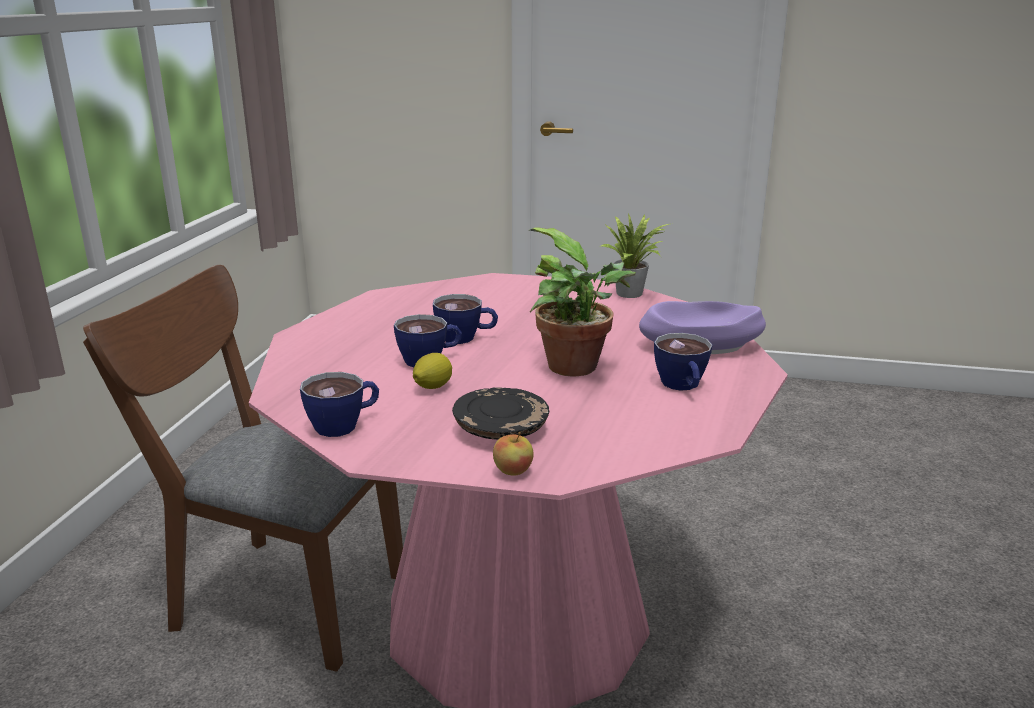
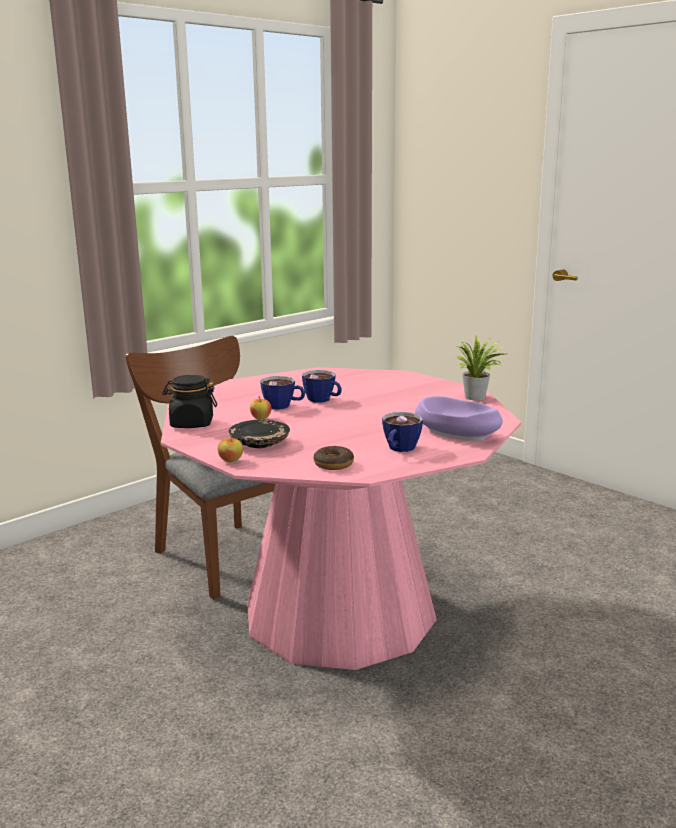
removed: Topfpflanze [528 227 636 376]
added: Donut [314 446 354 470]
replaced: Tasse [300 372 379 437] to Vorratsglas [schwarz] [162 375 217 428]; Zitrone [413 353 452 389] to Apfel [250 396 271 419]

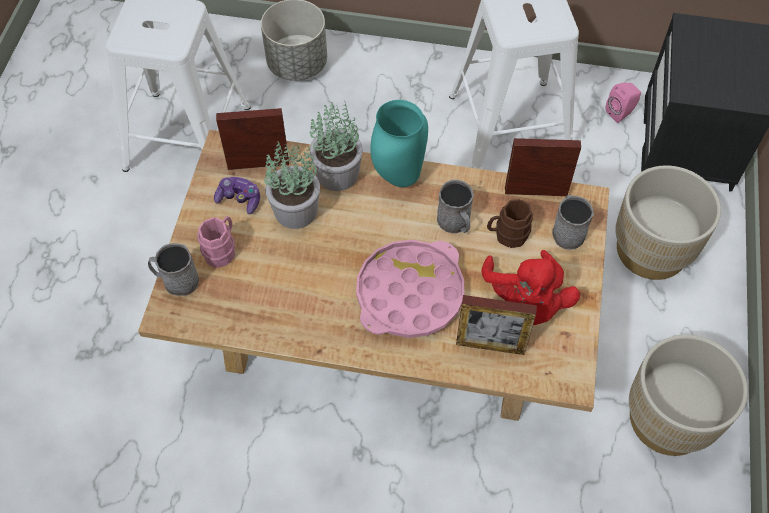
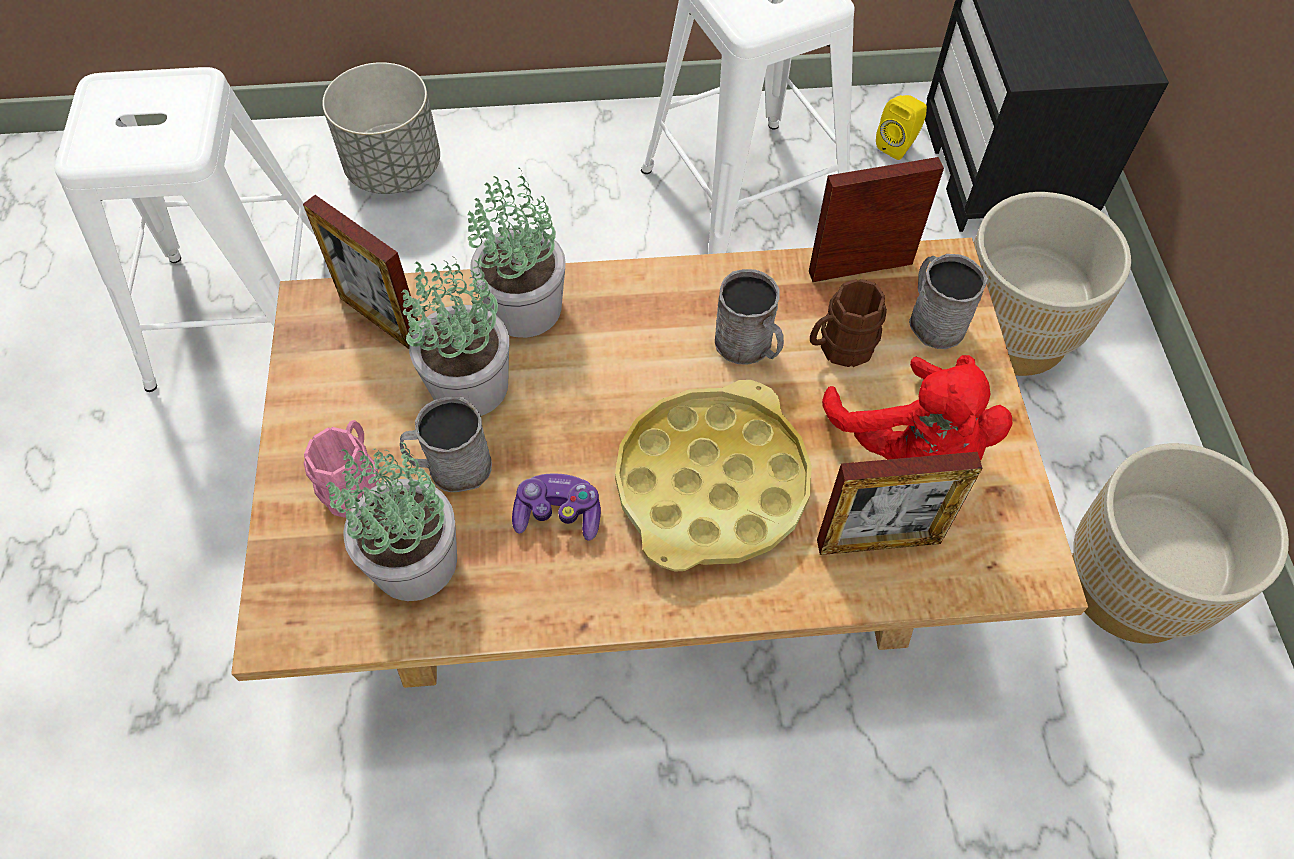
removed: Vase [türkis] [370 100 428 187]
added: Topfpflanze [326 442 457 601]
moved: Henkelbecher [grau] [148 243 199 296] to [400 397 492 492]; Gamepad [214 177 260 214] to [512 473 601 541]
recoloured: Tablett [rosa] [356 240 464 338] to Tablett [gelb] [615 380 812 571]; Lautsprecher [rosa] [606 82 641 123] to Lautsprecher [gelb] [876 95 927 160]
turned: Bilderrahmen [216 108 289 170] = [303 195 418 349] 120 degrees counterclockwise

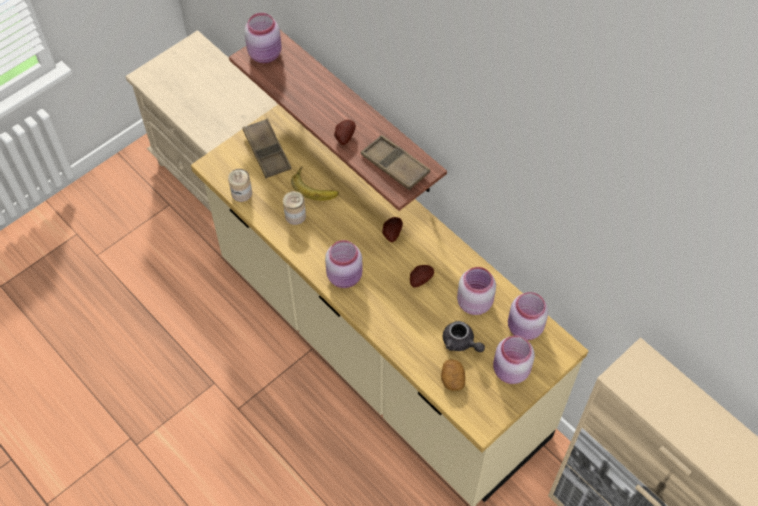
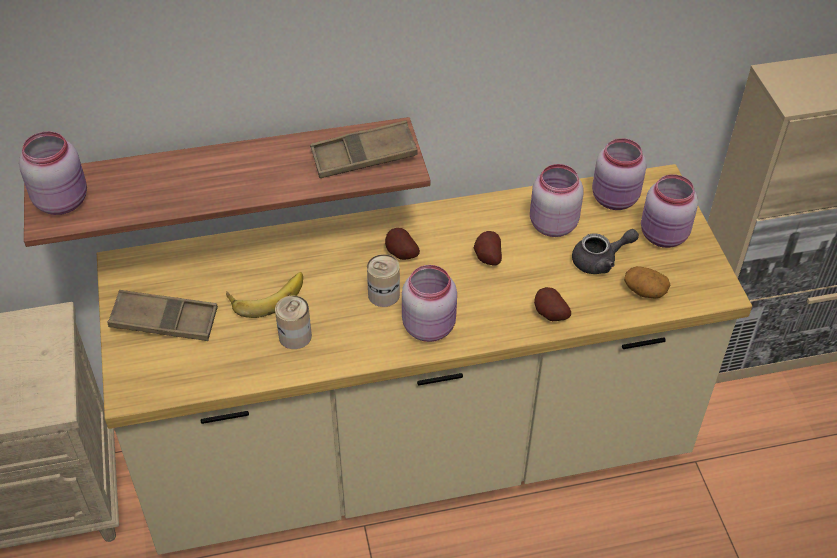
moved: Dose [228 169 252 202] to [367 254 400 307]; Kartoffel [334 120 356 145] to [534 287 571 321]

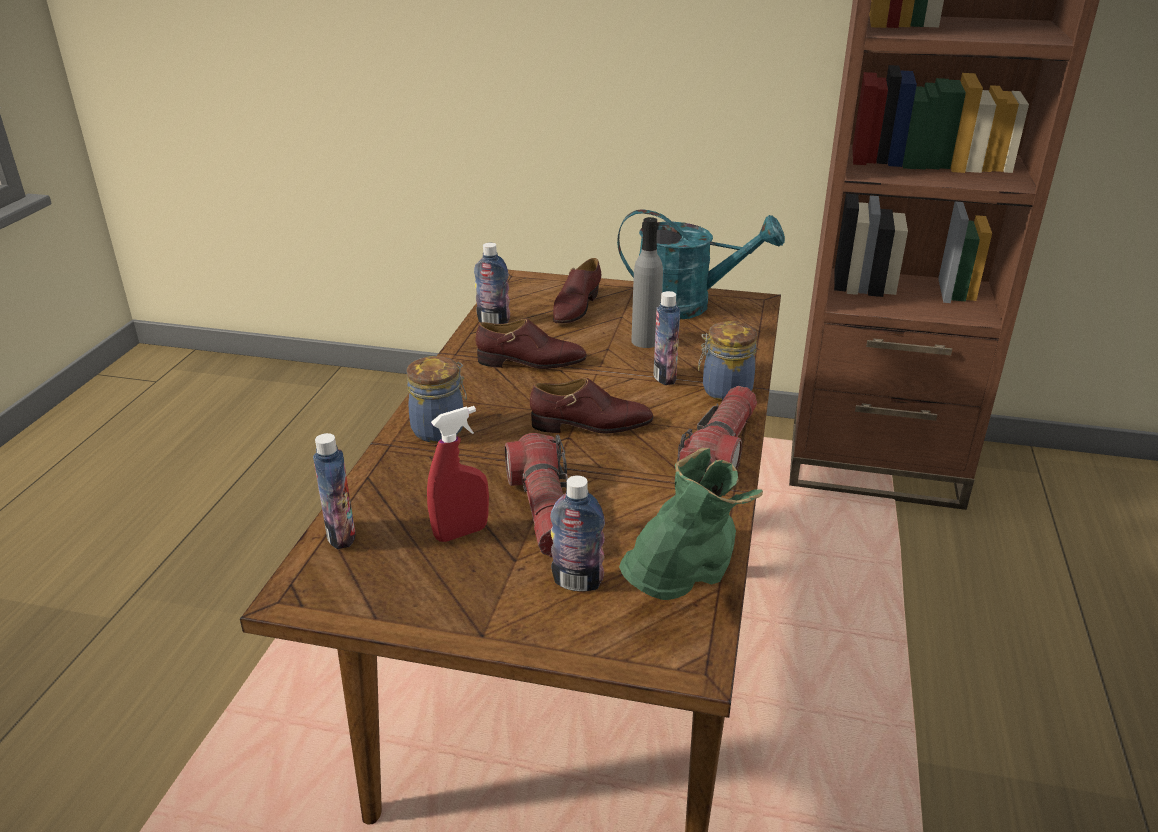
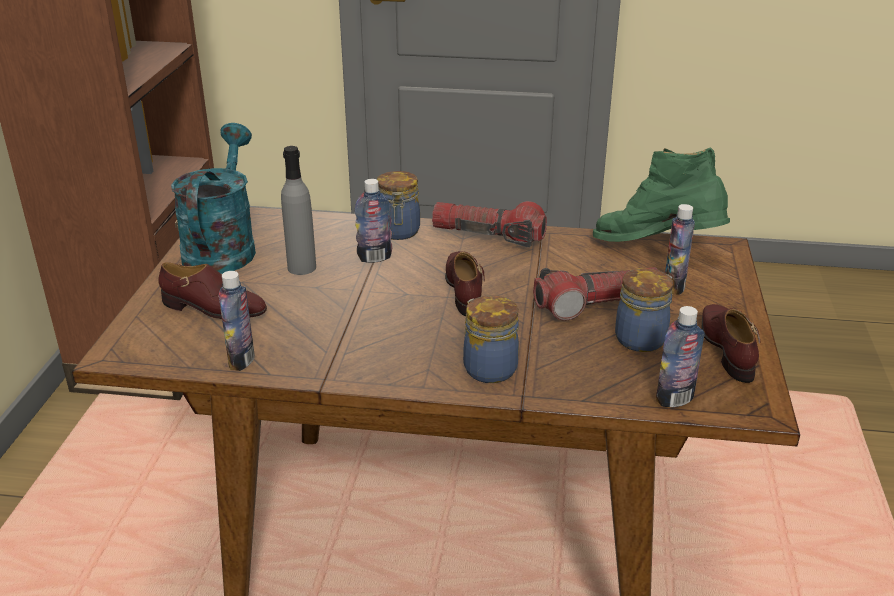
moved: Schuh [braun] [476 319 587 369] to [702 304 760 383]
replaced: Sprühflasche [rot] [427 406 489 542] to Vorratsglas [615 268 673 352]

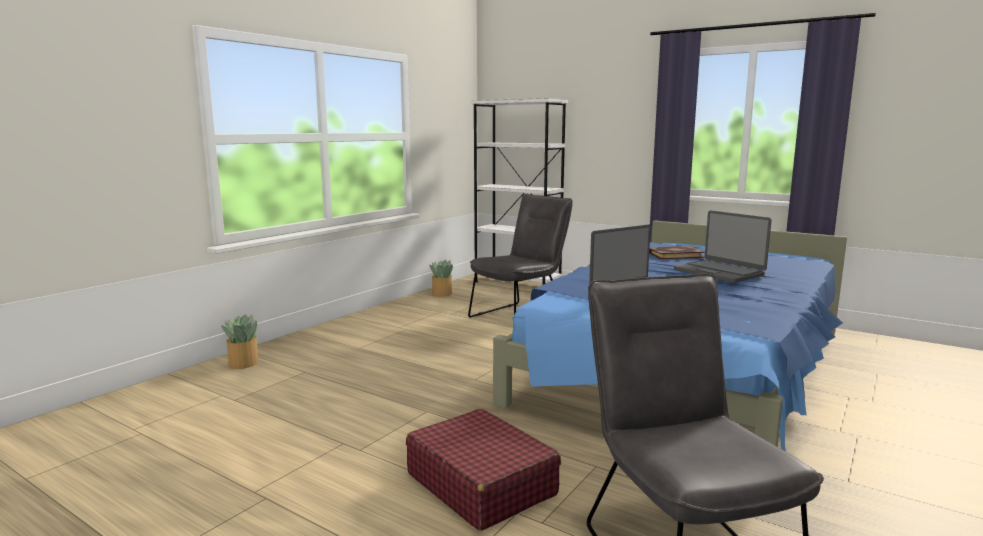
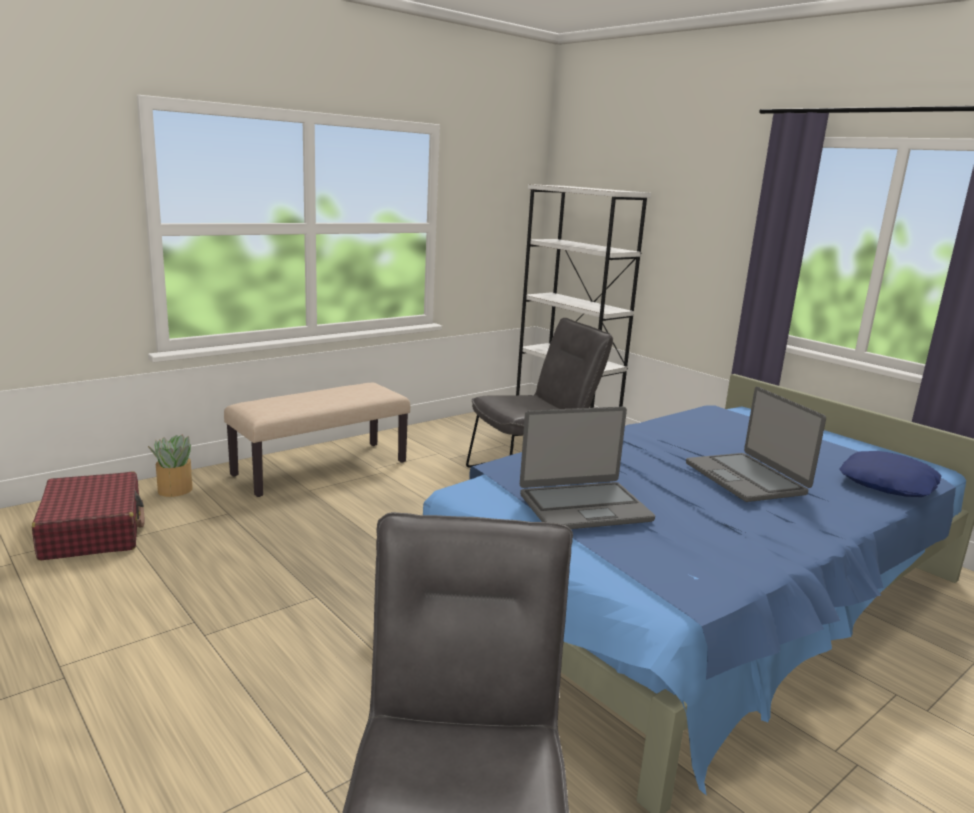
removed: Topfpflanze [429 260 453 297]; Buch [649 246 705 259]
added: Bank [beige] [224 383 410 497]; Kissen [blau] [839 451 942 497]
moved: Koffer [rot] [406 409 561 531] to [32 472 145 560]

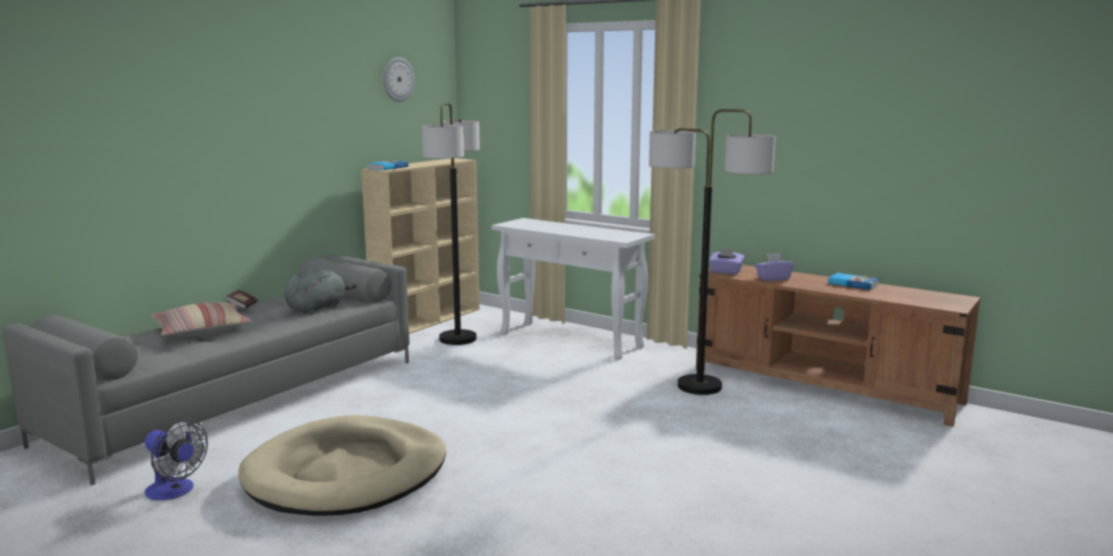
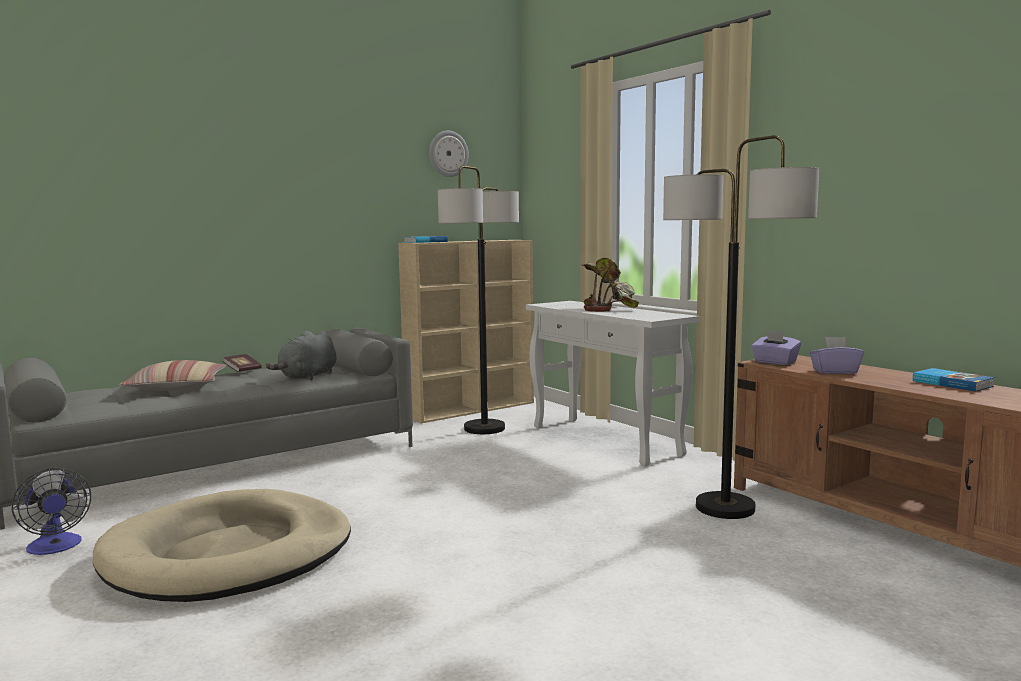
added: Topfpflanze [581 258 639 312]
turned: Plüschtier [grau] [285 268 357 315] = [266 331 336 380] 150 degrees clockwise

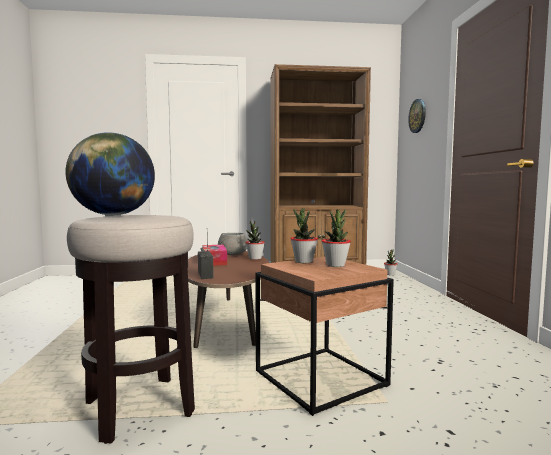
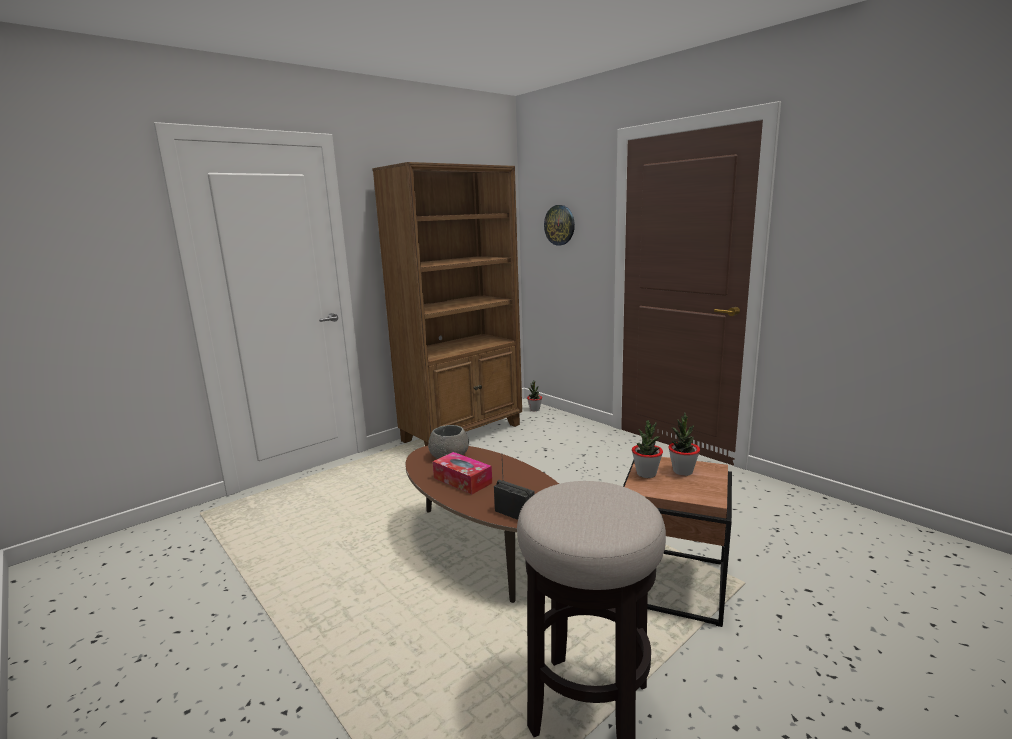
removed: Globus [66 132 155 215]; Topfpflanze [245 221 265 260]

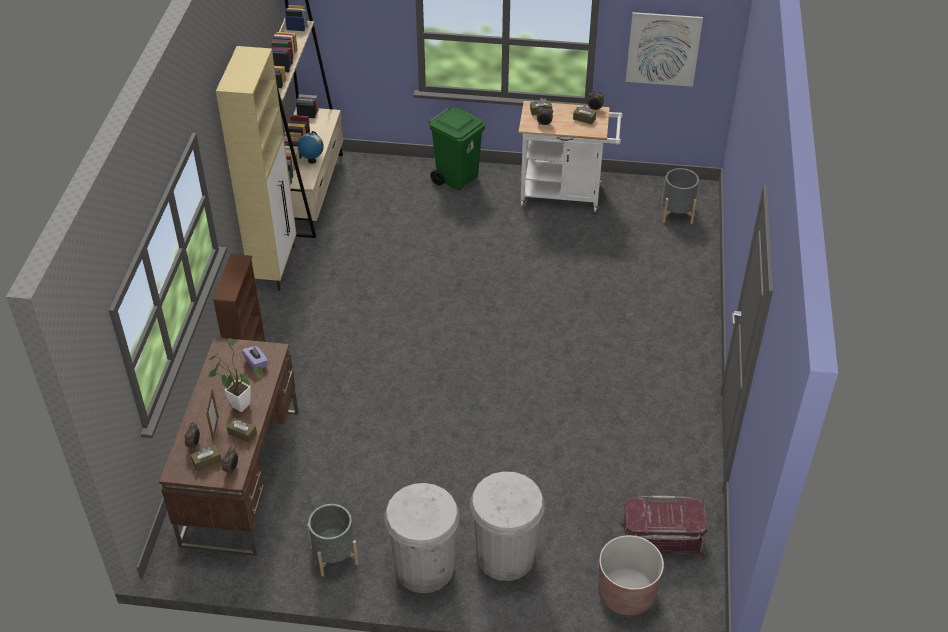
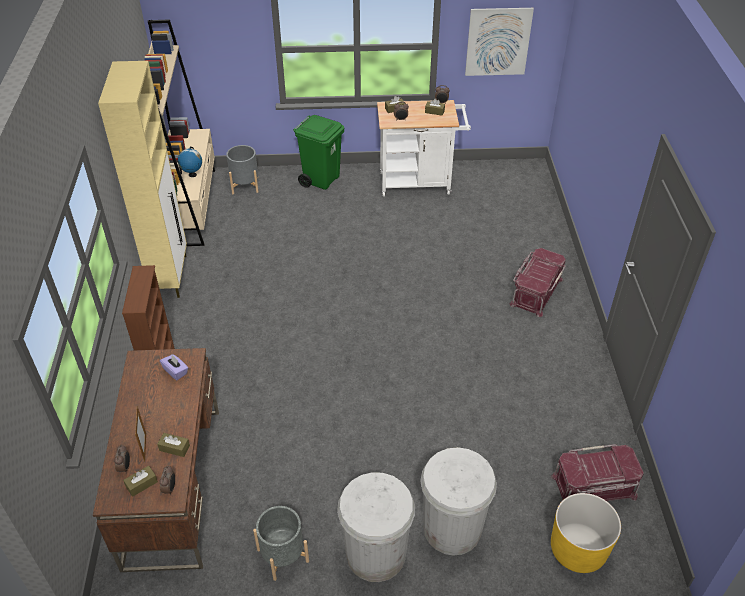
removed: Topfpflanze [208 338 263 412]
added: Aufbewahrungsbox [rot] [510 248 566 317]
moved: Pflanzkübel [grau] [662 168 699 224] to [226 145 259 194]
recoloured: Pflanzkübel [braun] [598 535 664 616] to Pflanzkübel [gelb] [551 493 621 573]

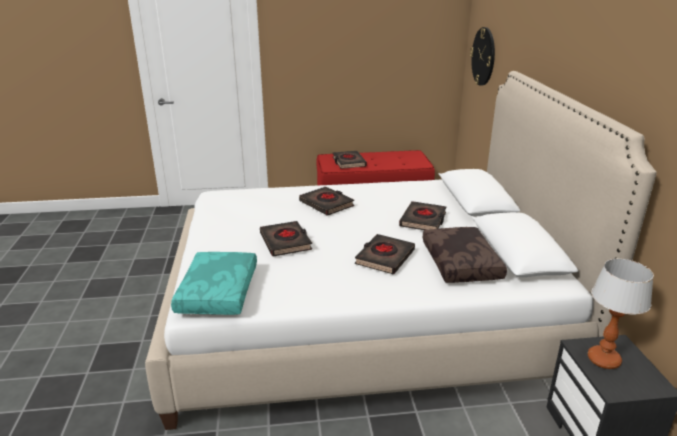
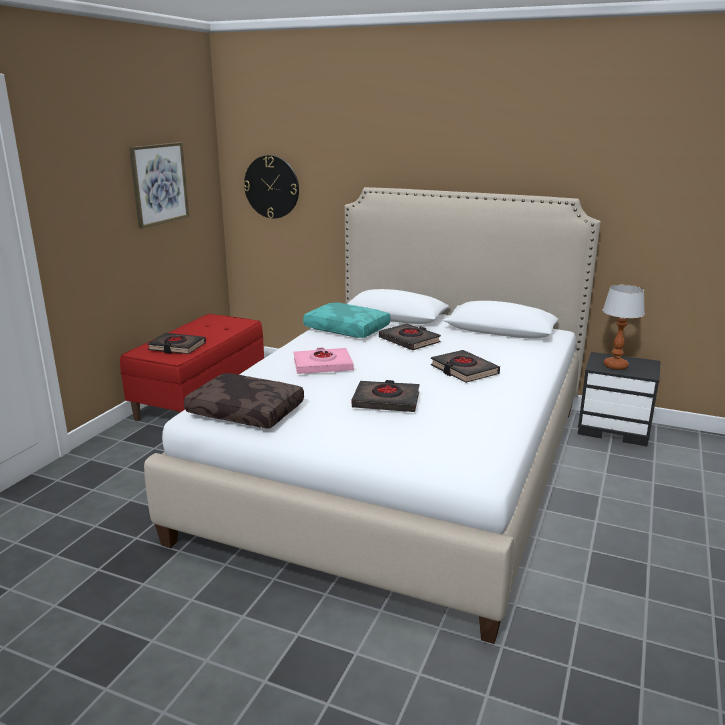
added: Bild [129 142 189 229]
moved: Kissen [türkis] [171 252 257 315] to [303 302 391 338]; Kissen [braun] [423 227 507 283] to [184 373 304 429]
recoloured: Buch [schwarz] [299 187 354 216] to Buch [rosa] [293 348 353 374]

